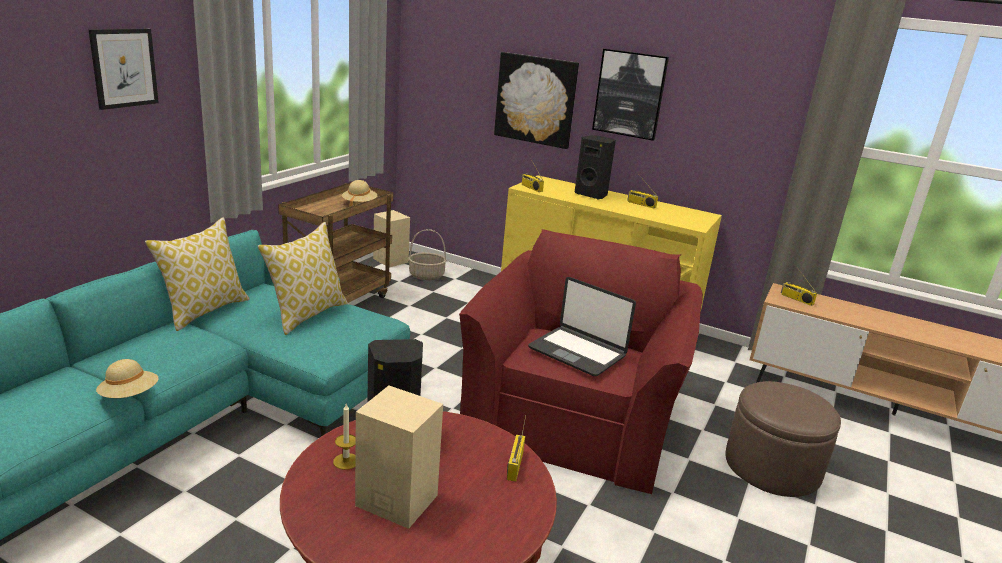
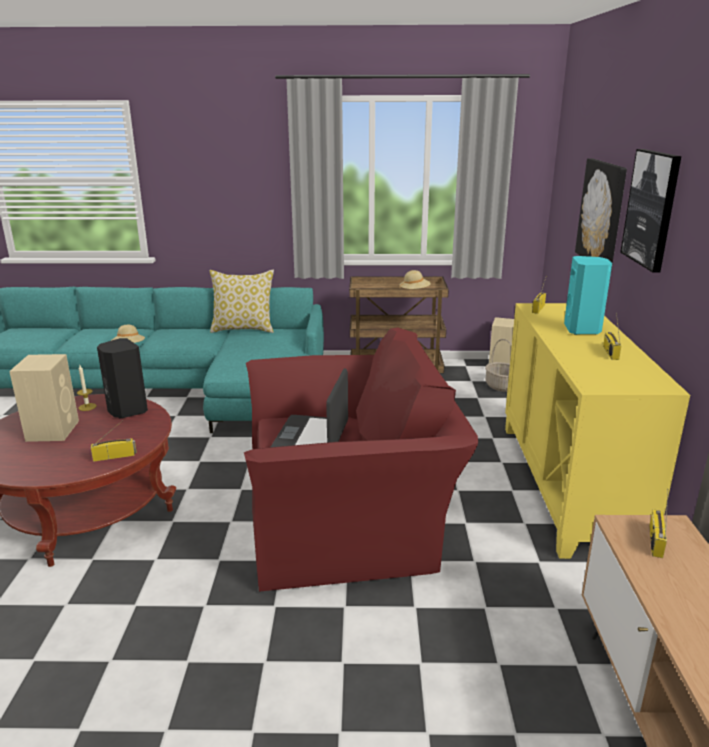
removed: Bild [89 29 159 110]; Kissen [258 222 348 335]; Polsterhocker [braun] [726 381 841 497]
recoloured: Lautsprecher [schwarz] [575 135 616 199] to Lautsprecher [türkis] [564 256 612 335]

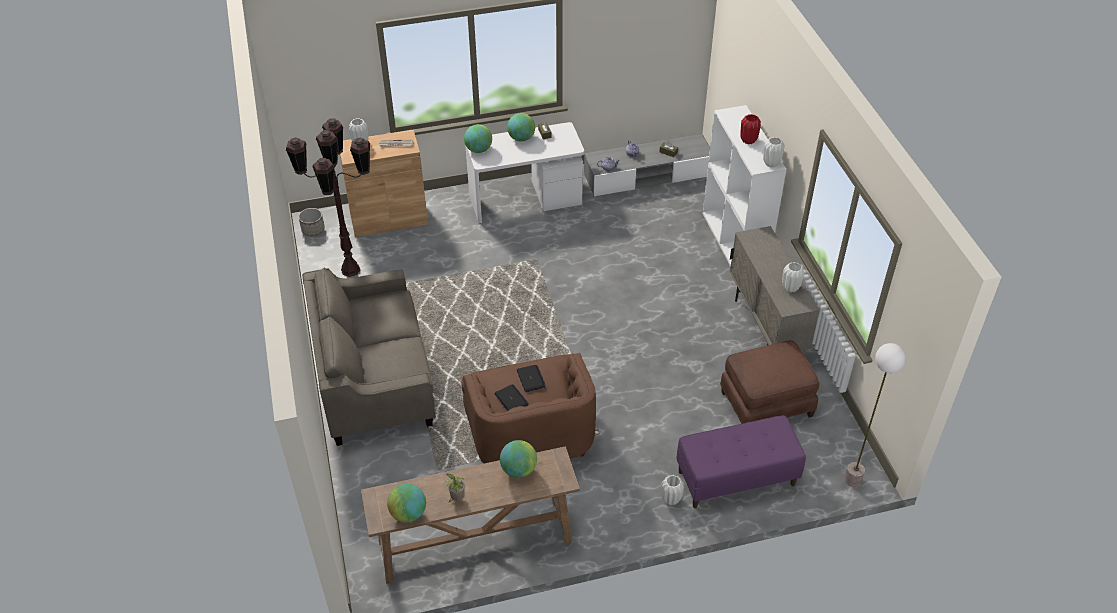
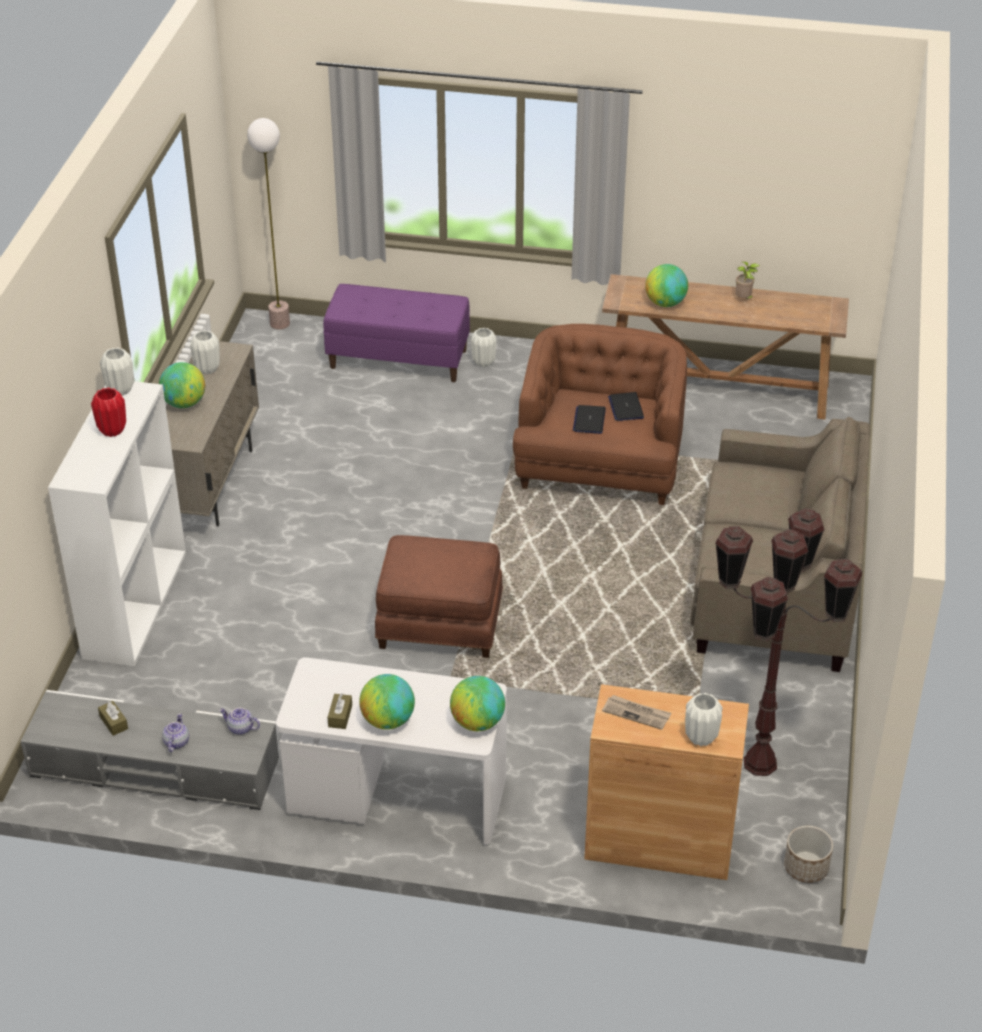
moved: Globus [387 483 426 523] to [159 362 205 408]; Polsterhocker [braun] [720 340 819 424] to [375 535 503 658]

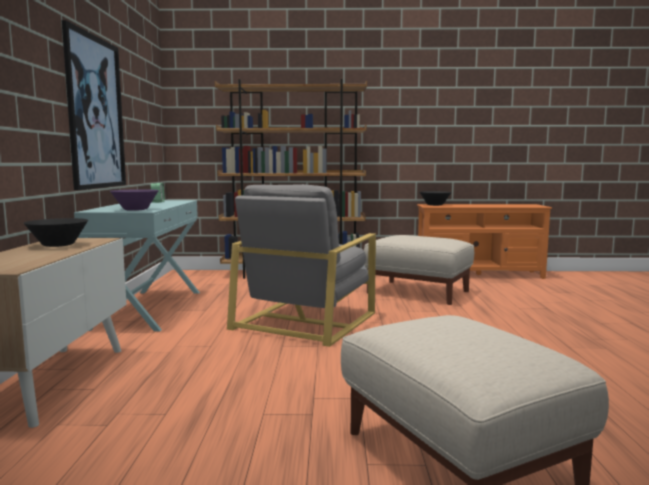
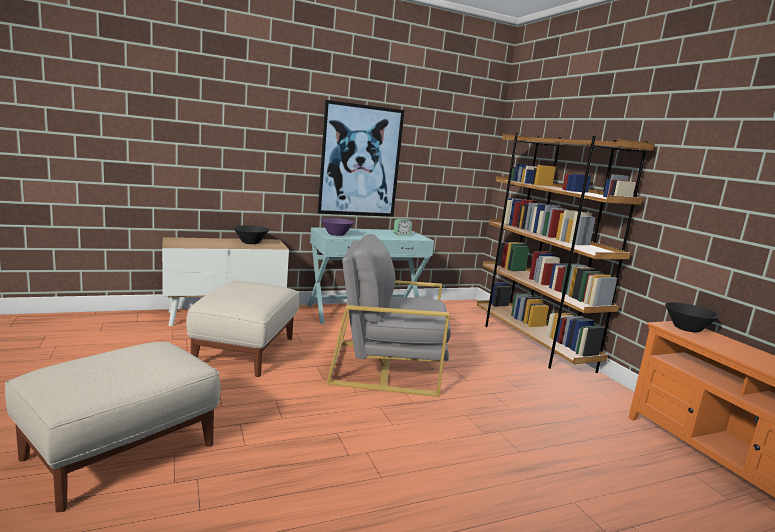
moved: Polsterhocker [beige] [364 235 474 305] to [186 281 299 377]

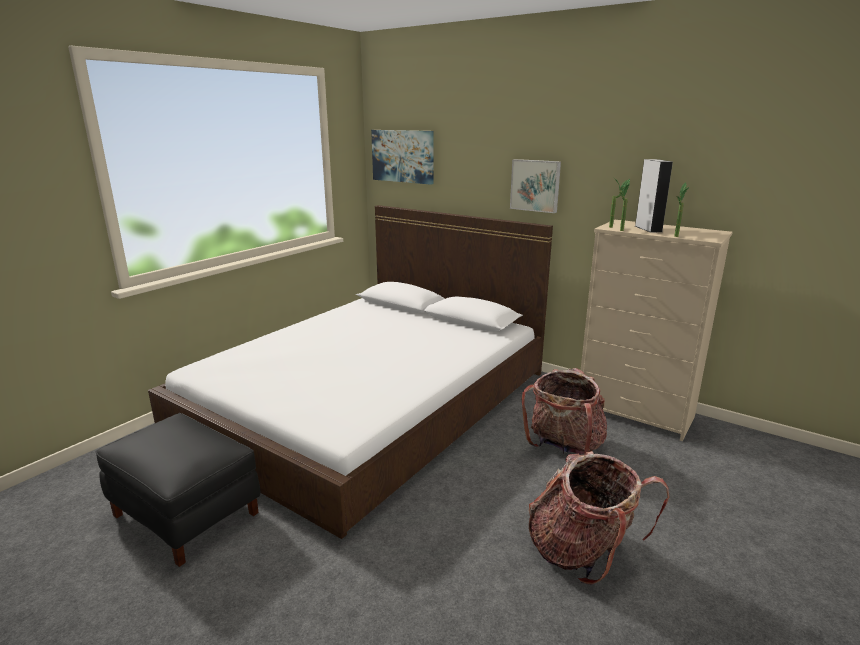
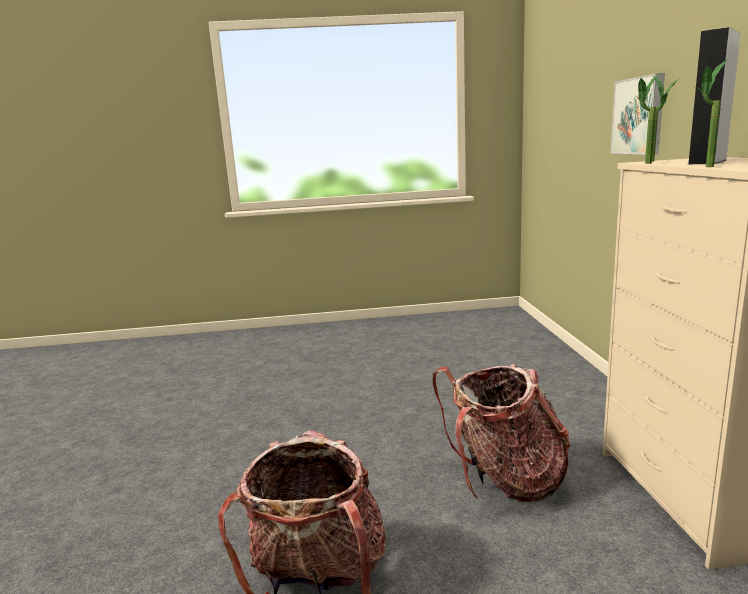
removed: Polsterhocker [schwarz] [95 413 260 567]; Bett [weiß] [148 205 553 539]; Bild [371 130 433 185]

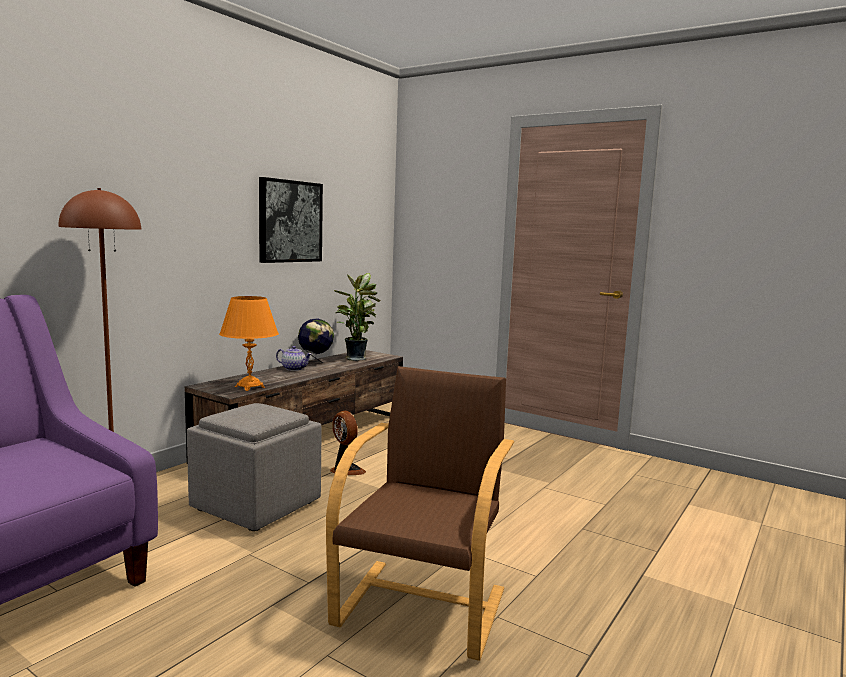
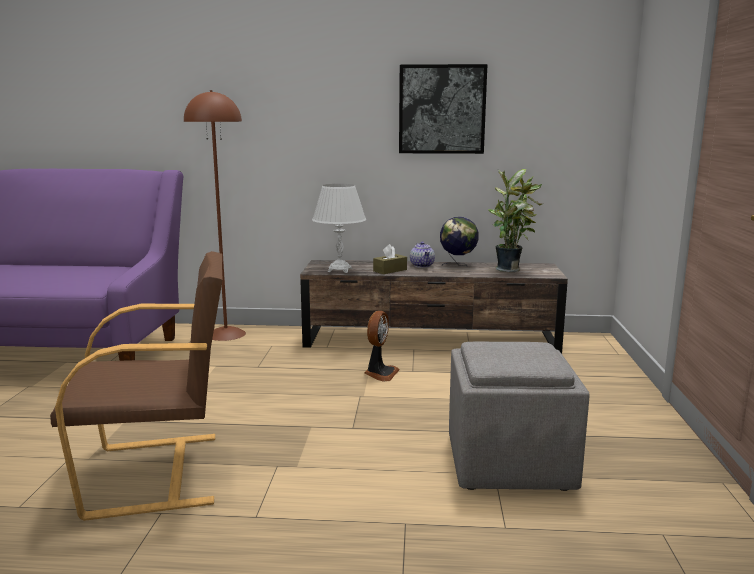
added: Taschentuchbox [braun] [373 244 407 274]
moved: Polsterhocker [grau] [187 403 322 531] to [449 342 590 491]
recoloured: Tischlampe [orange] [219 296 279 391] to Tischlampe [weiß] [312 184 366 273]

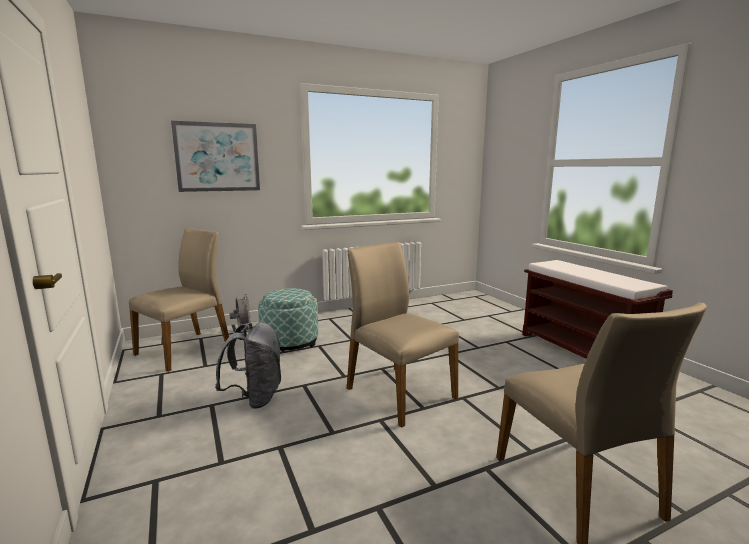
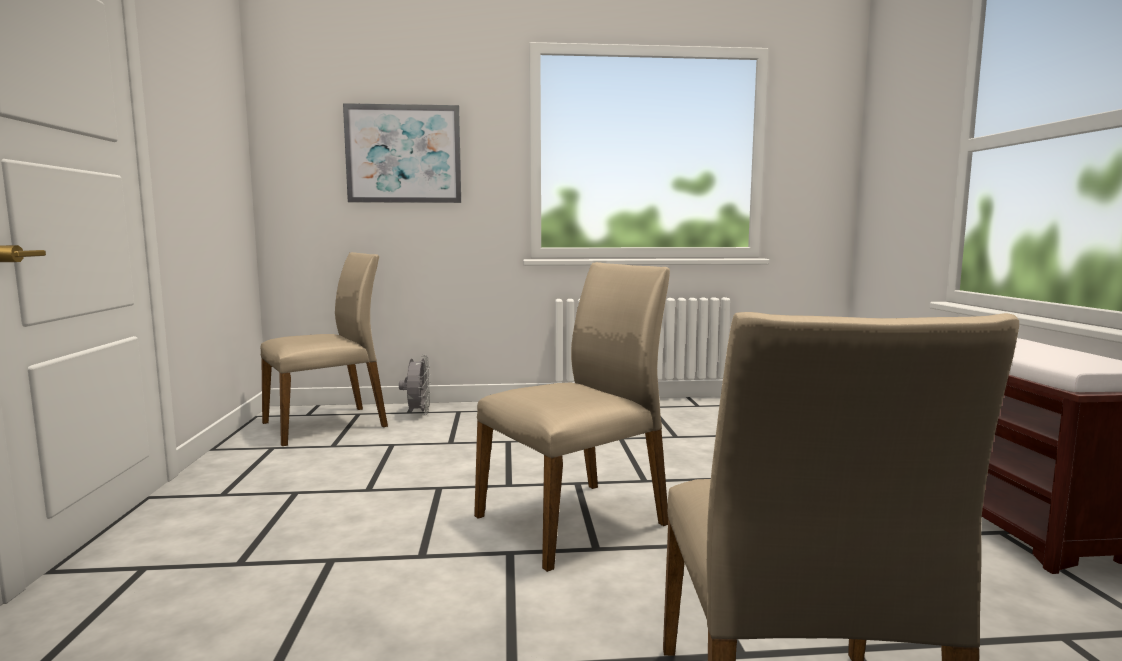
removed: Rucksack [grau] [215 322 281 409]; Polsterhocker [258 288 318 350]
turned: Stuhl [beige] [347 242 459 428] = [474 262 670 572] 75 degrees clockwise

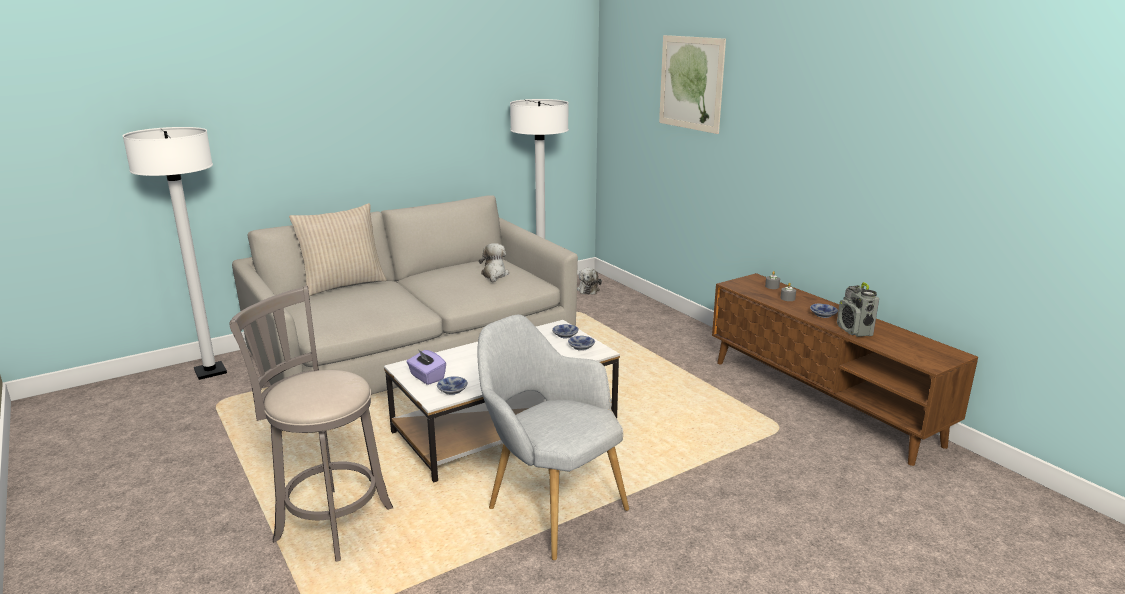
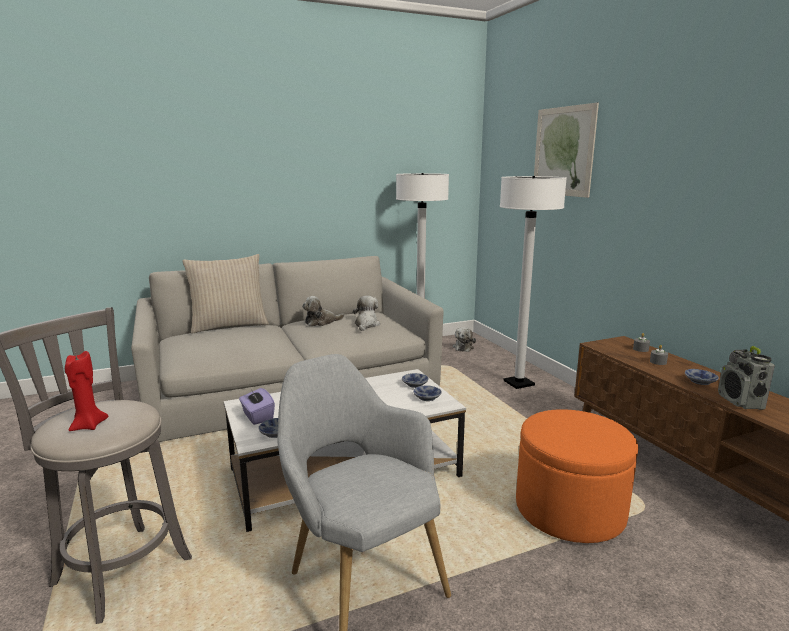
added: Kerze [rot] [65 351 109 431]; Plüschtier [302 296 344 326]; Polsterhocker [orange] [516 409 638 543]
moved: Stehlampe [weiß] [122 127 227 380] to [500 176 567 389]

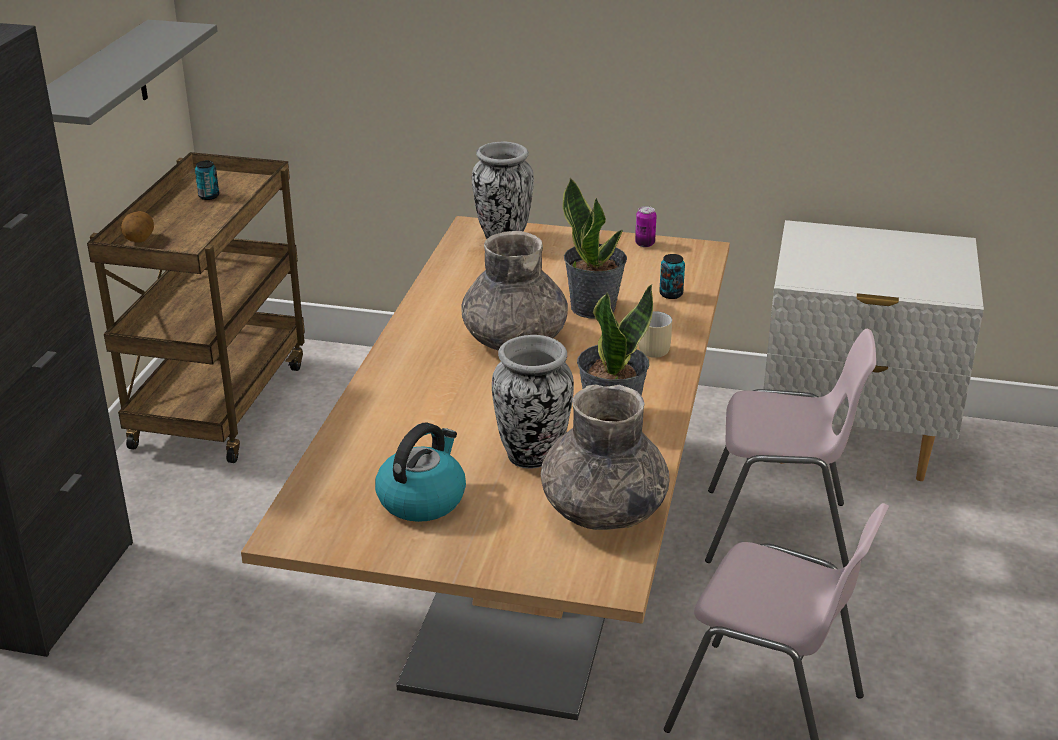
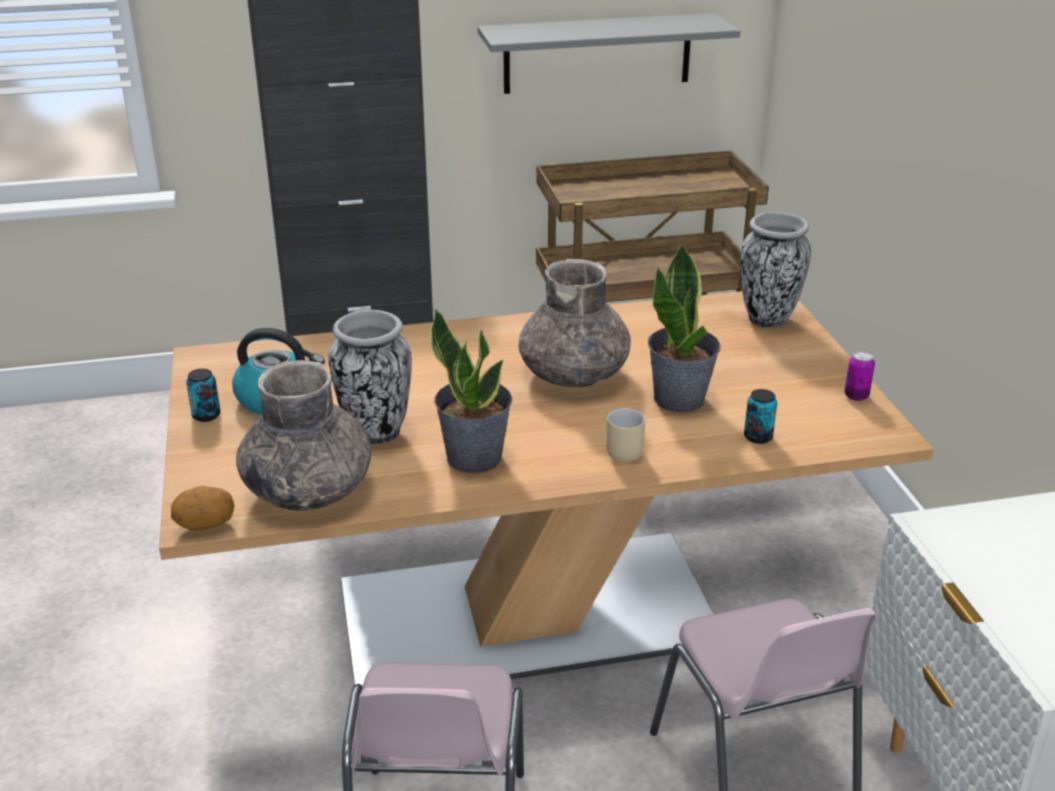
moved: Kartoffel [121 211 154 243] to [171 486 235 531]; Dose [195 161 219 200] to [186 369 220 422]

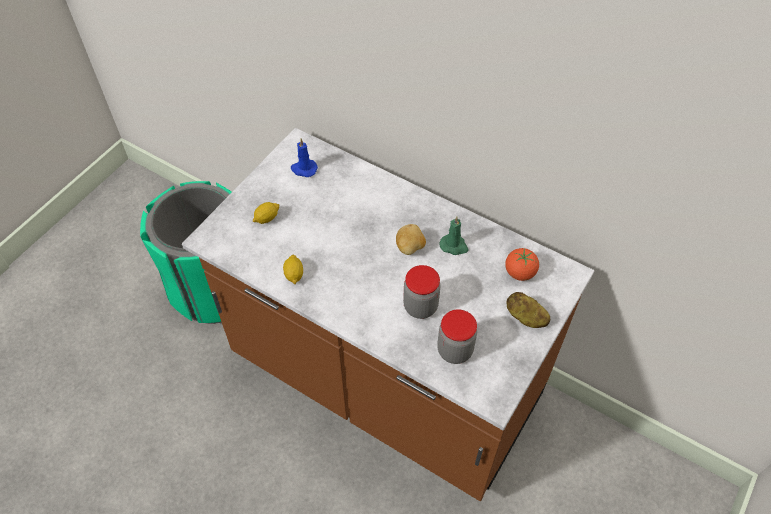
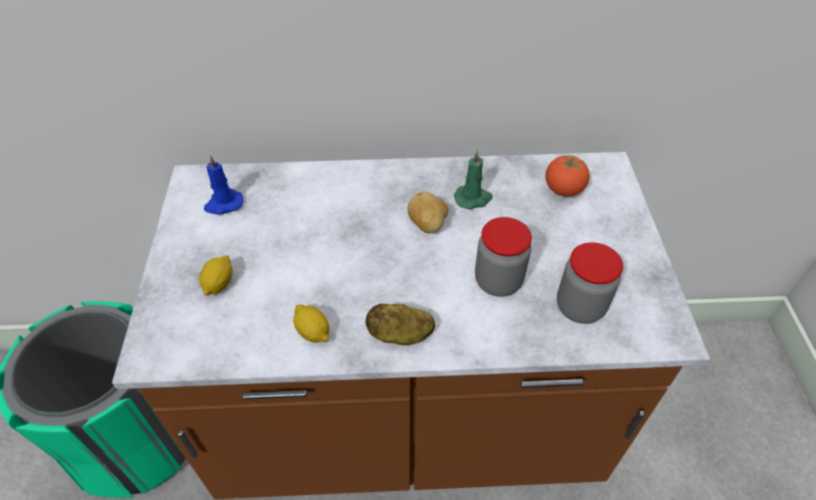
moved: Kartoffel [507 292 550 328] to [366 304 435 345]

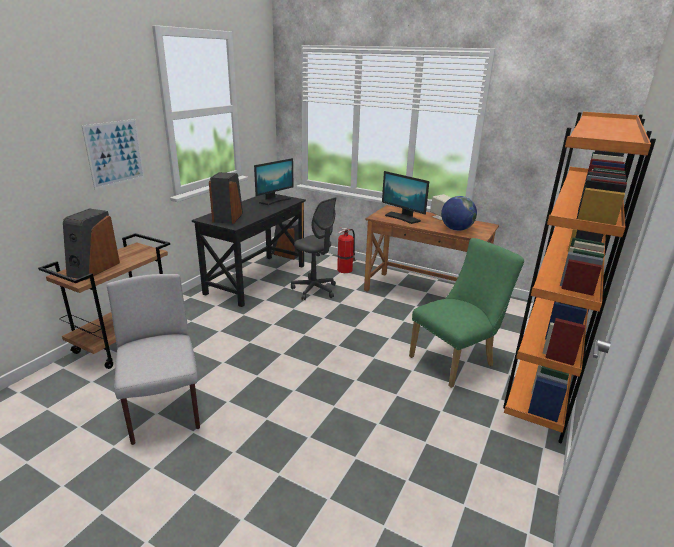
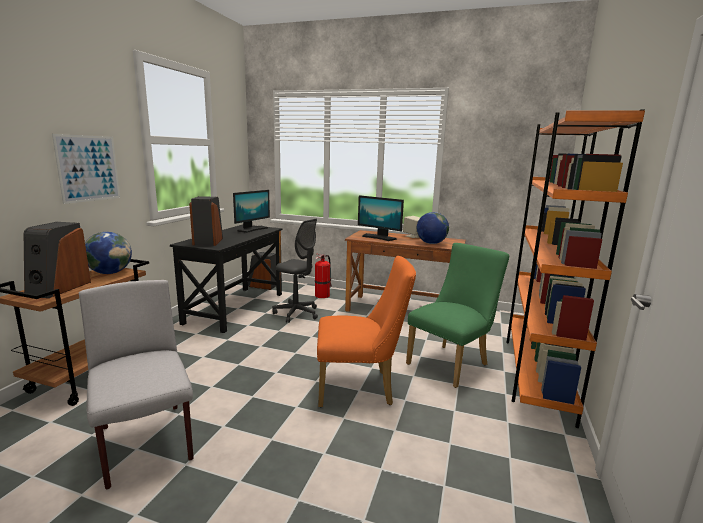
added: Globus [85 232 132 274]; Stuhl [orange] [317 256 416 408]

